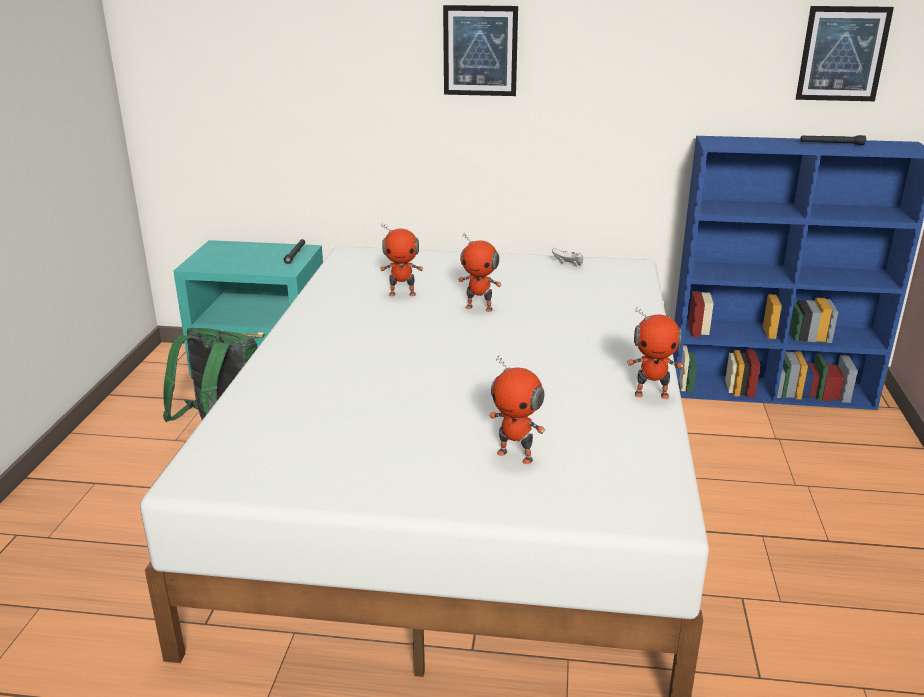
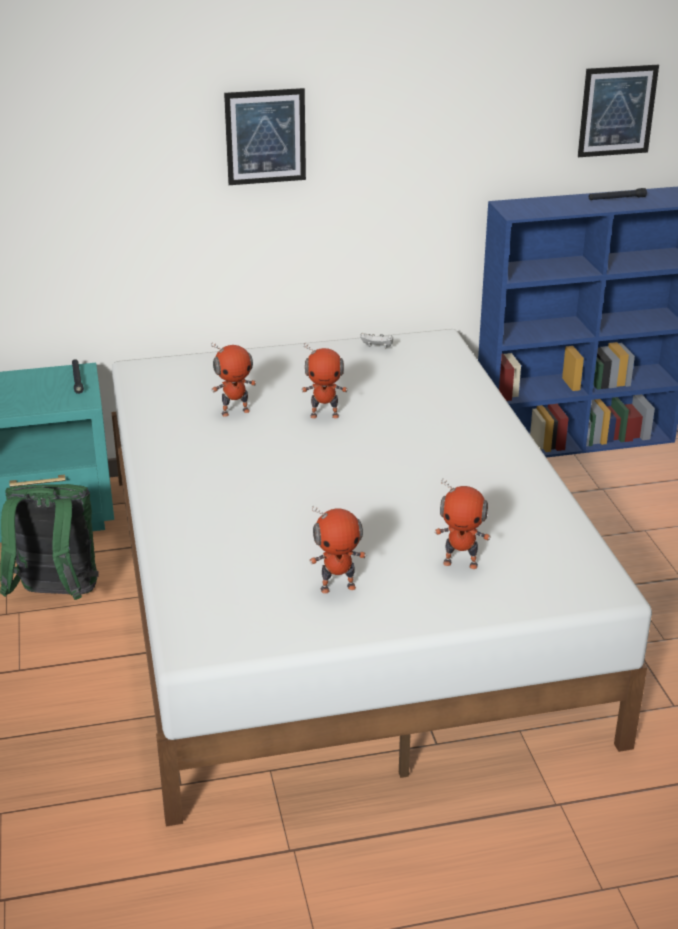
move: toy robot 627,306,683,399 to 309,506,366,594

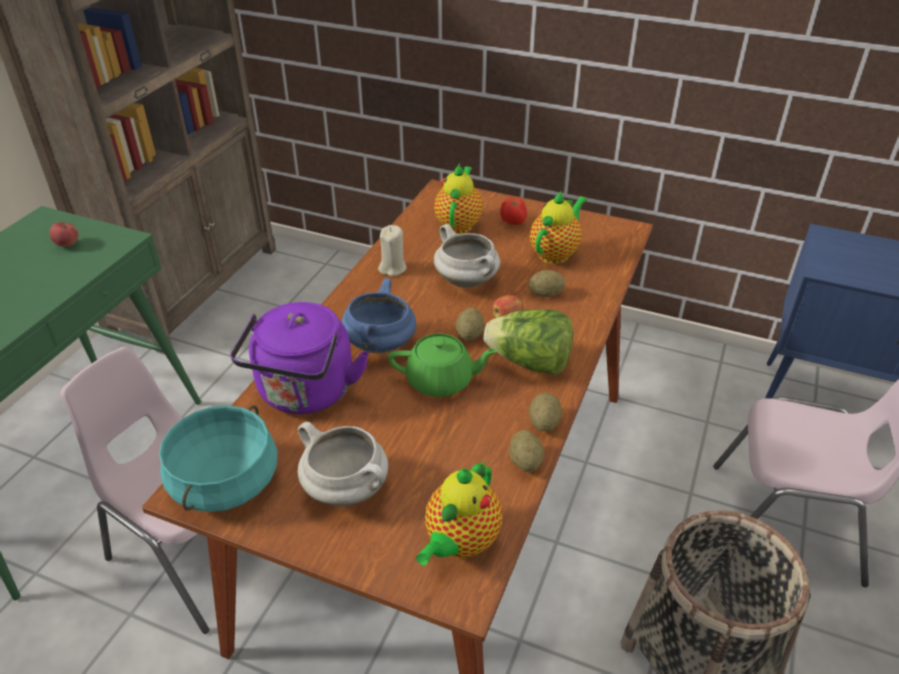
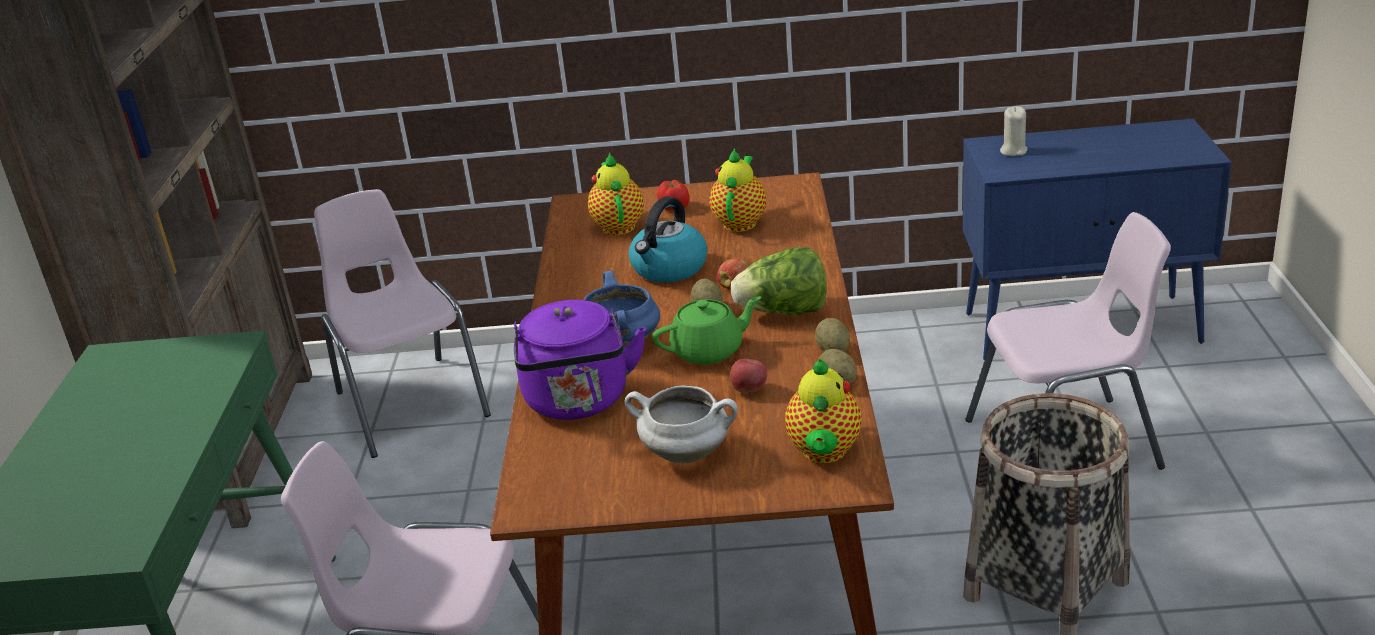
delete: cooking pot (turquoise) 159,405,278,512; potato 529,270,565,297
insert: chair (pink) 314,189,491,458
move: apple 50,222,78,247 to 730,359,767,393; candle (beige) 378,225,407,276 to 1000,106,1027,156
replace: cooking pot (white) 434,224,500,288 to kettle 629,197,708,283

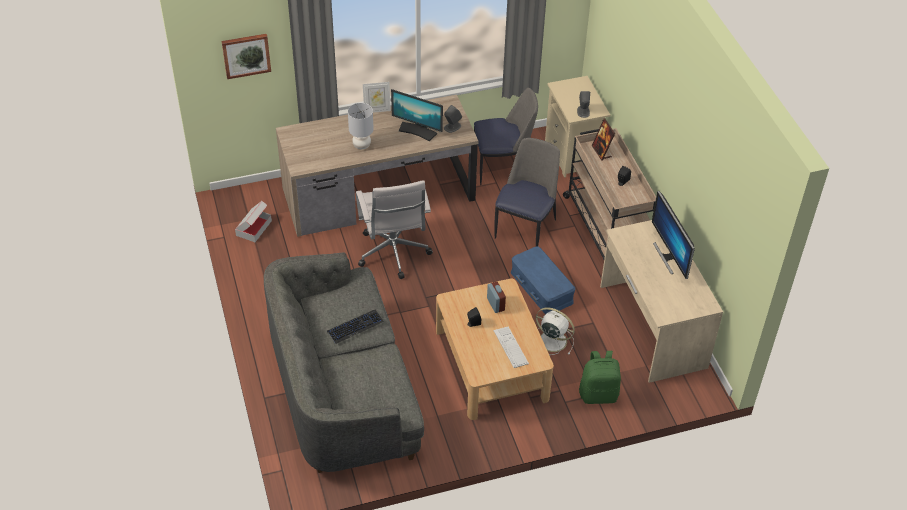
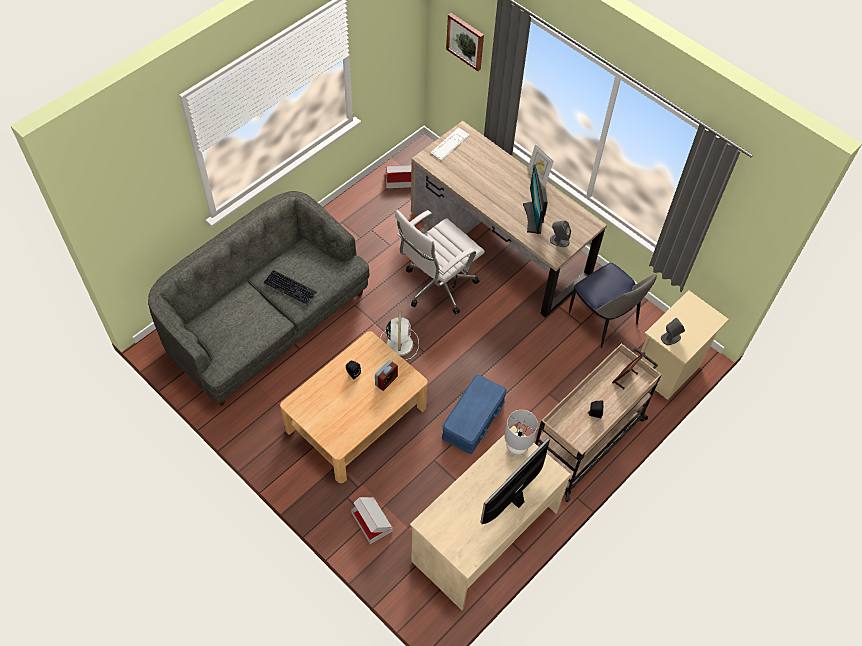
delete: chair 494,138,560,246
move: table lamp (grey) 348,103,374,149 to 505,410,538,456; keyboard 494,327,529,368 to 430,128,470,161; fan (white) 536,307,575,355 to 380,310,419,360
replace: backpack (green) 579,351,621,404 to cardboard box 351,497,393,544

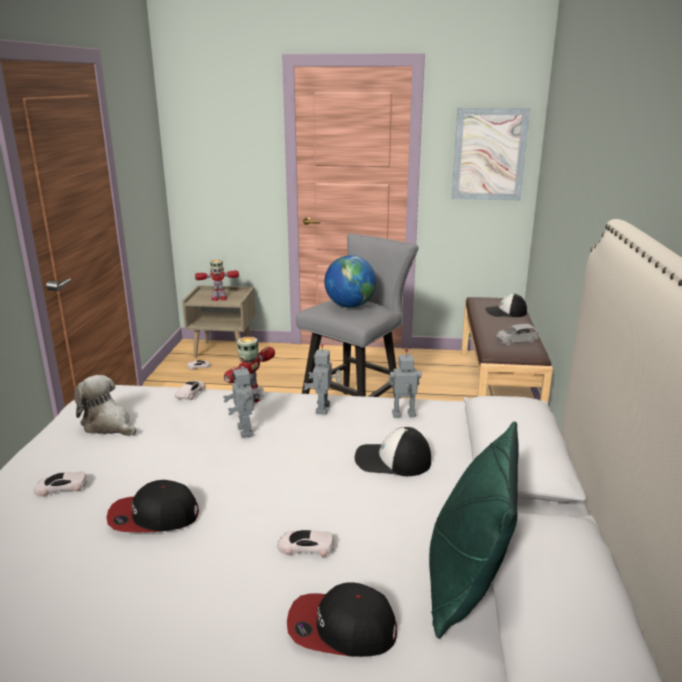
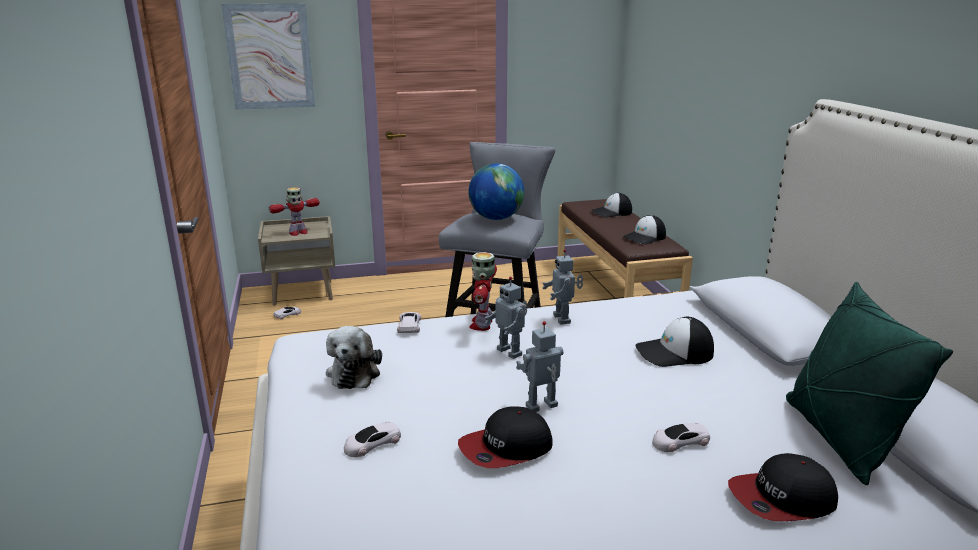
move: toy robot 389,349,422,418 to 516,321,563,412; picture 452,108,530,200 to 221,3,315,110
replace: toy car (grey) 496,324,538,346 to cap 622,215,666,244
rotate: plush toy 74,375,136,436 = 326,326,382,389 105 degrees counterclockwise

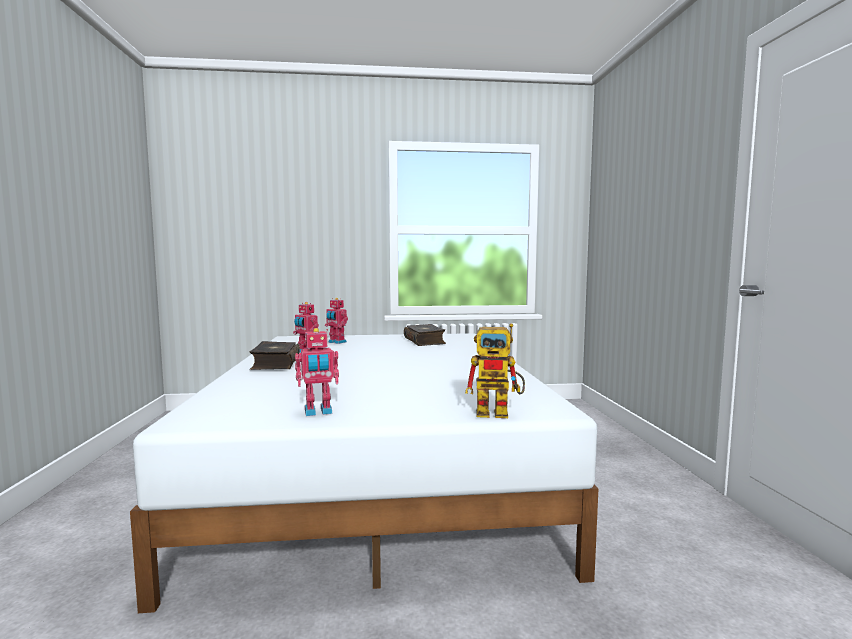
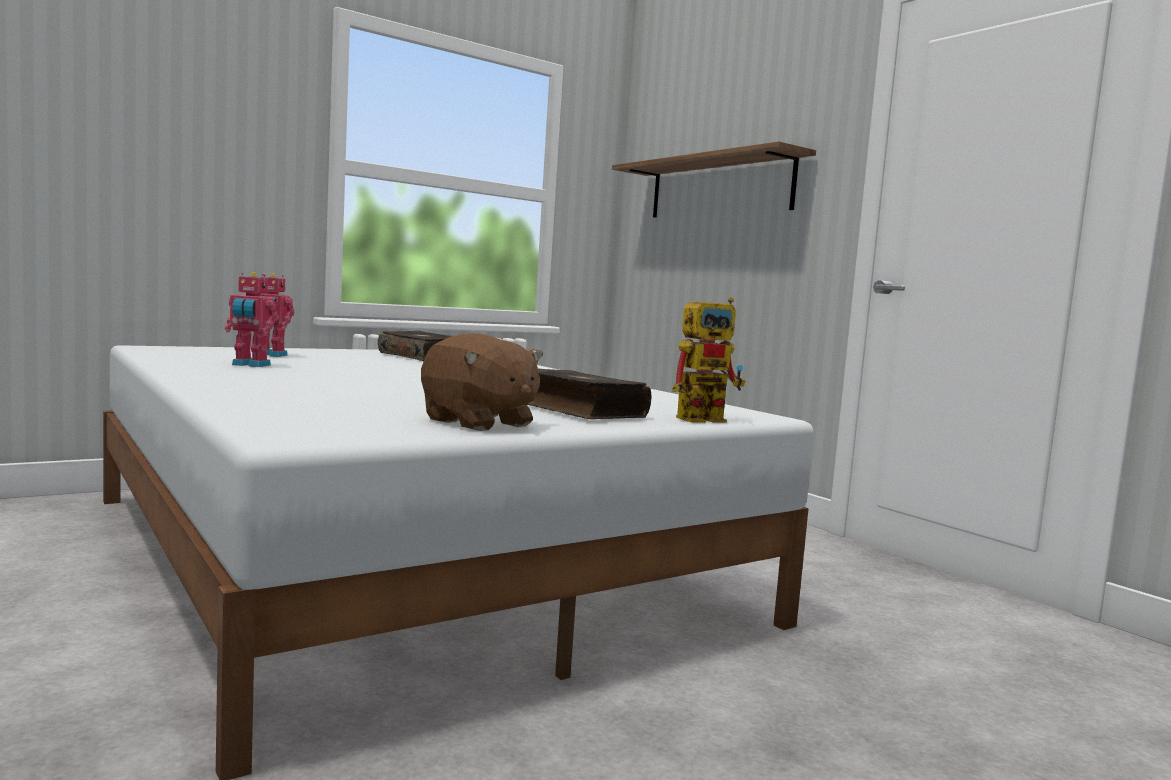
insert: shelf 612,141,816,218
move: book 250,341,300,370 to 527,368,652,419
replace: toy robot 295,328,339,416 to plush toy (brown) 421,333,543,431

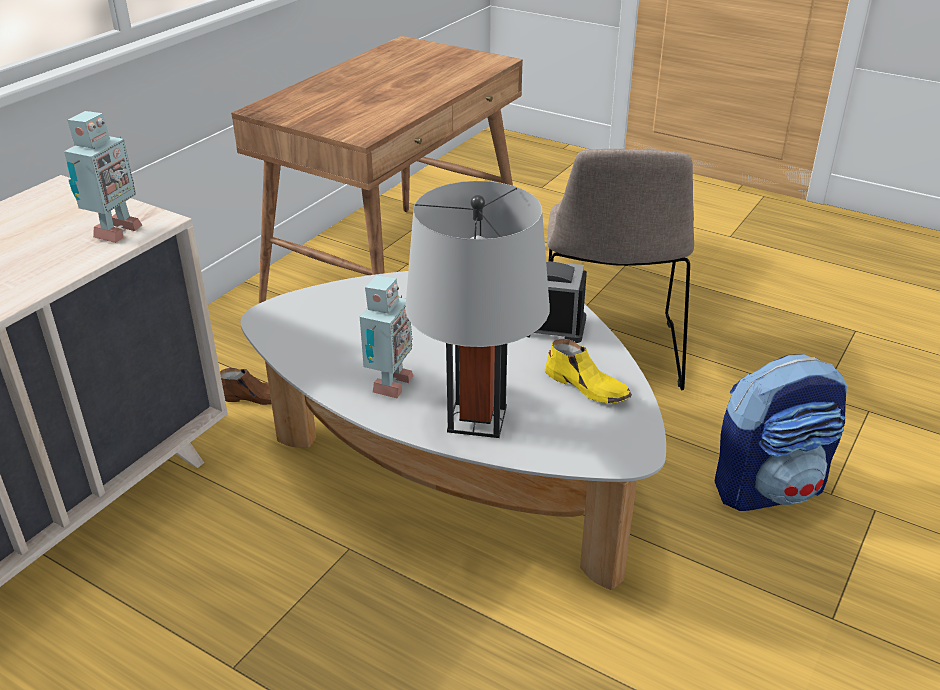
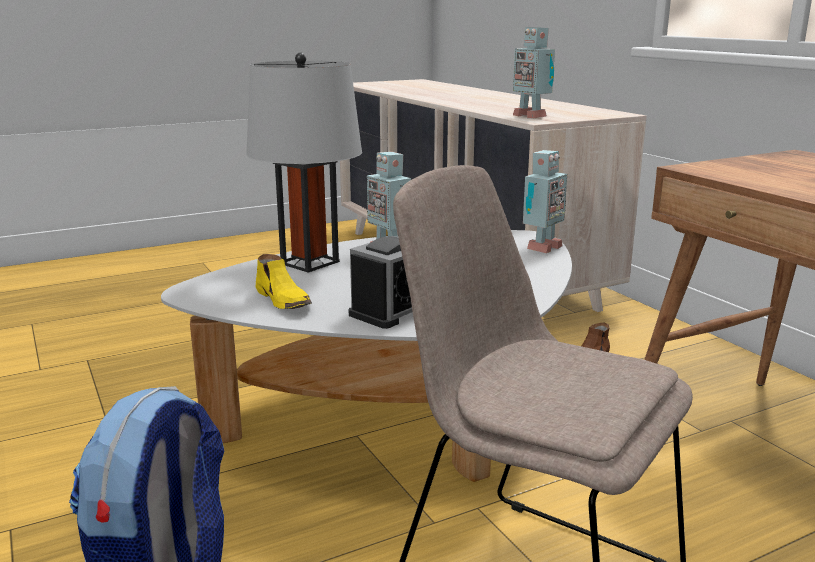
insert: toy robot 523,150,567,253
rotate: shoe (yellow) 545,339,632,403 = 256,254,312,309 105 degrees counterclockwise

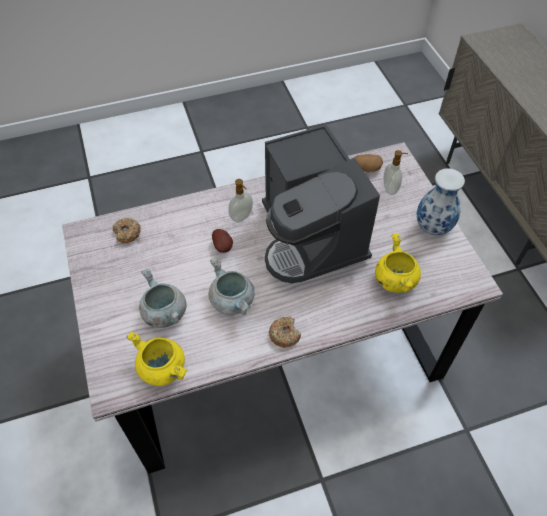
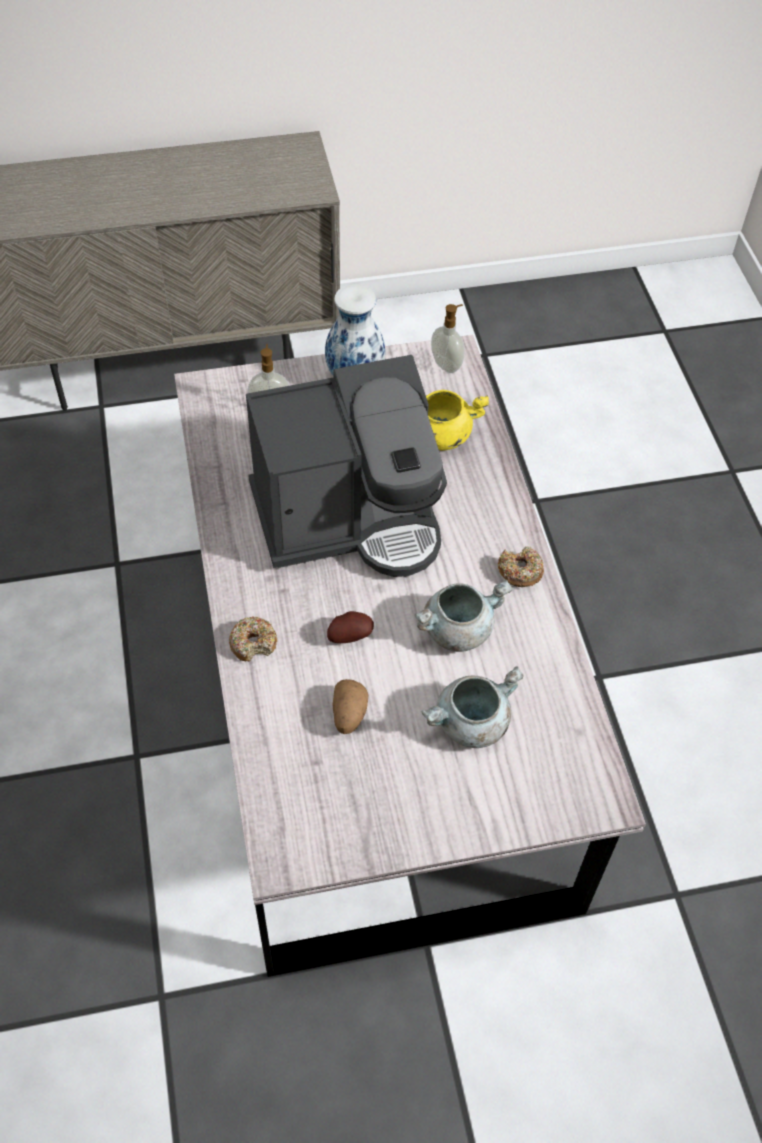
delete: cooking pot (yellow) 127,332,187,386
move: donut 112,218,141,243 to 229,617,277,661; soap dispenser 228,179,253,223 to 431,304,465,373; potato 354,154,383,172 to 332,679,368,734

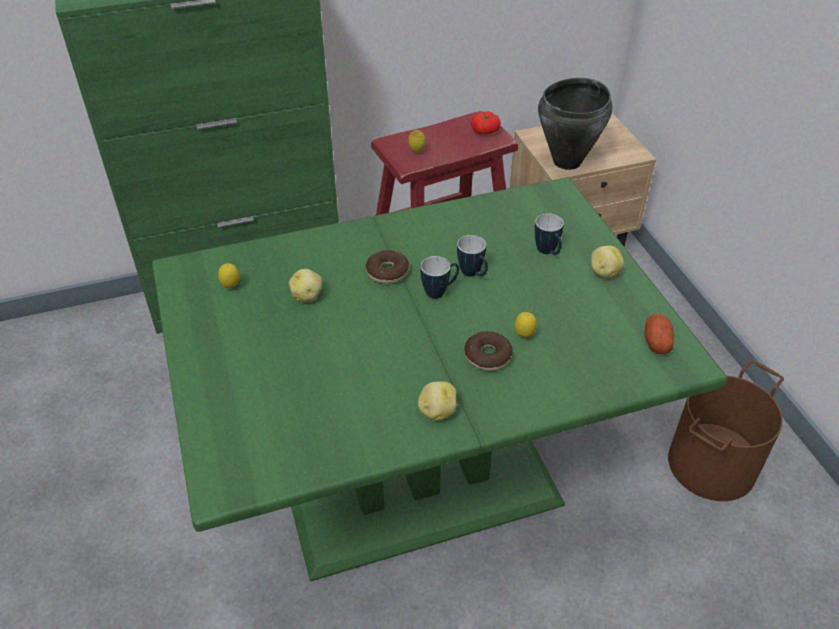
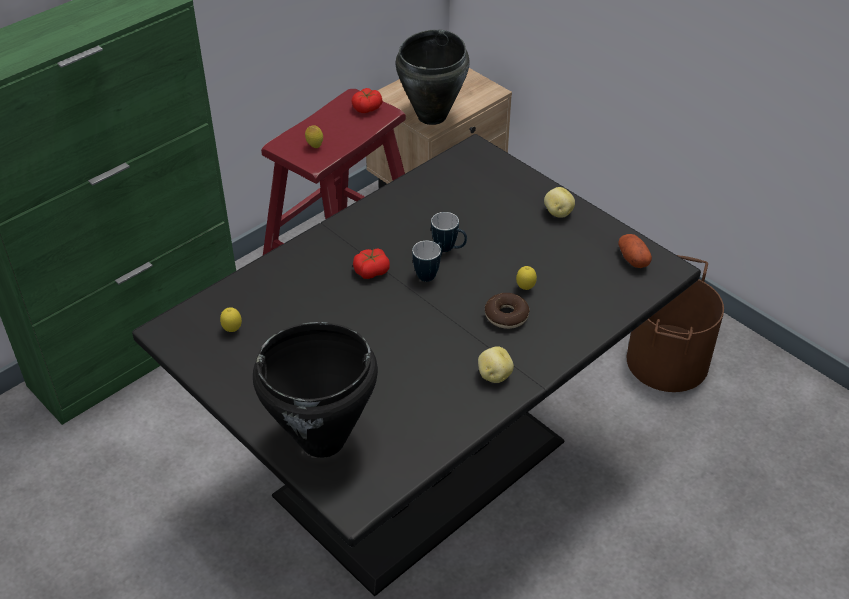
delete: potato 289,269,322,302; mug 535,213,564,255
insert: cooking pot (black) 253,322,378,458
replace: donut 366,250,409,284 to tomato 353,248,390,279
recolor: dining table (green) 152,177,727,581 to dining table (black) 132,134,701,596

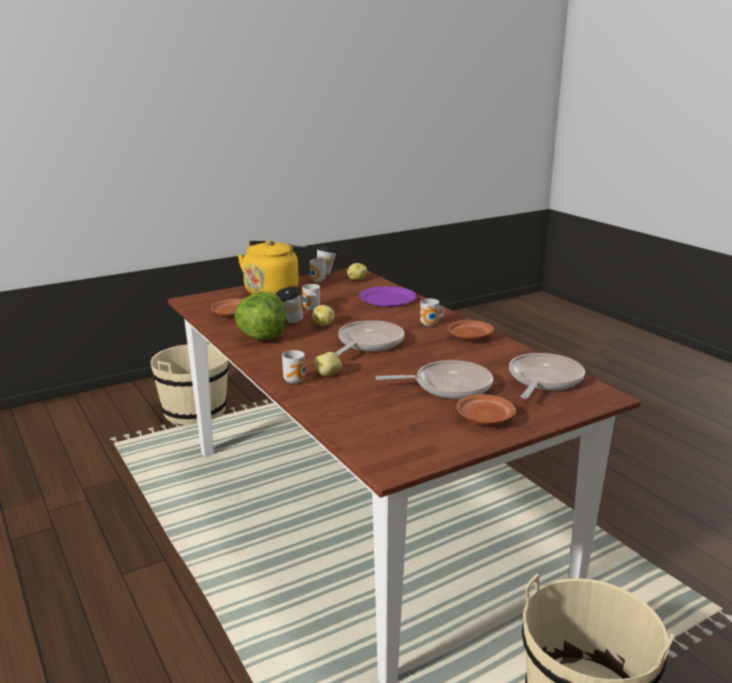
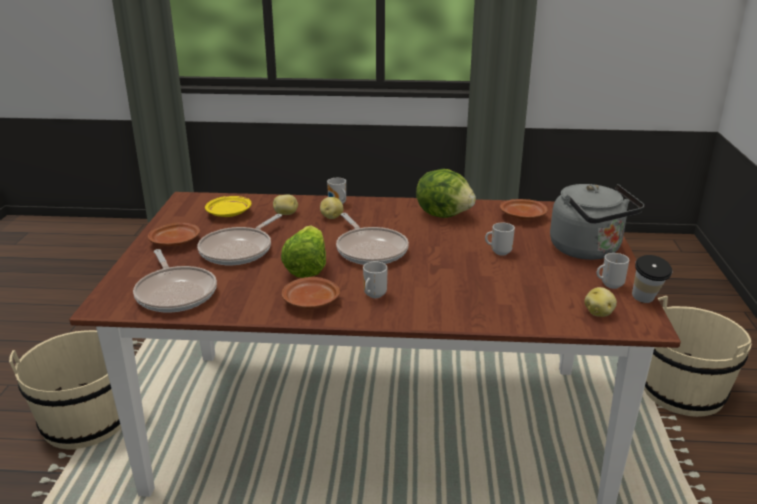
delete: cup 276,287,303,323; plate (purple) 359,286,417,307
insert: plate (yellow) 205,196,251,217; lettuce 281,226,326,278
move: potato 312,305,335,326 to 273,194,298,215
recolor: kettle (yellow) 238,240,307,295 to kettle (grey) 550,184,644,260

